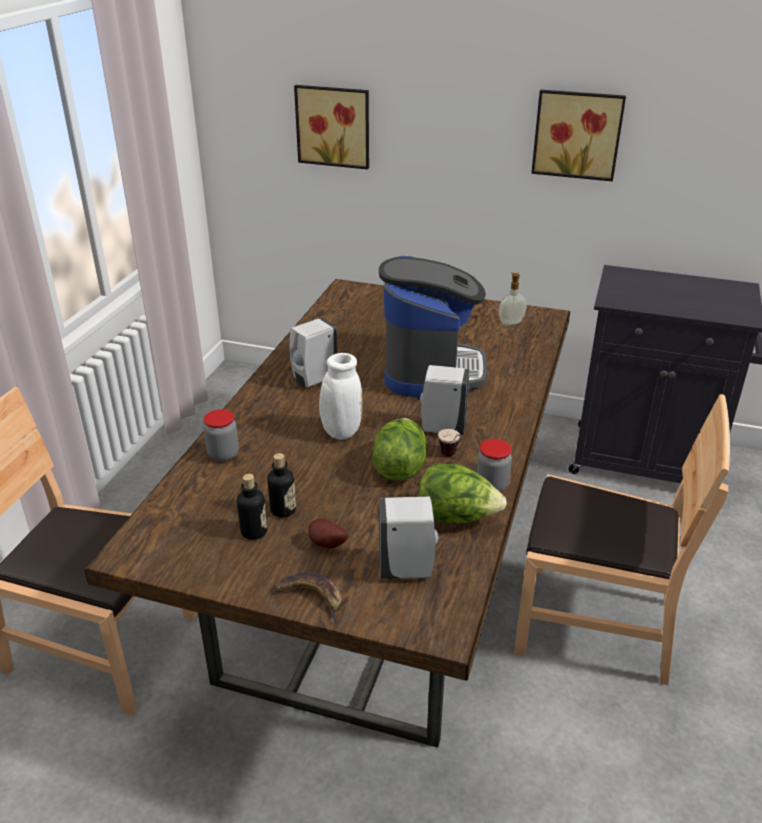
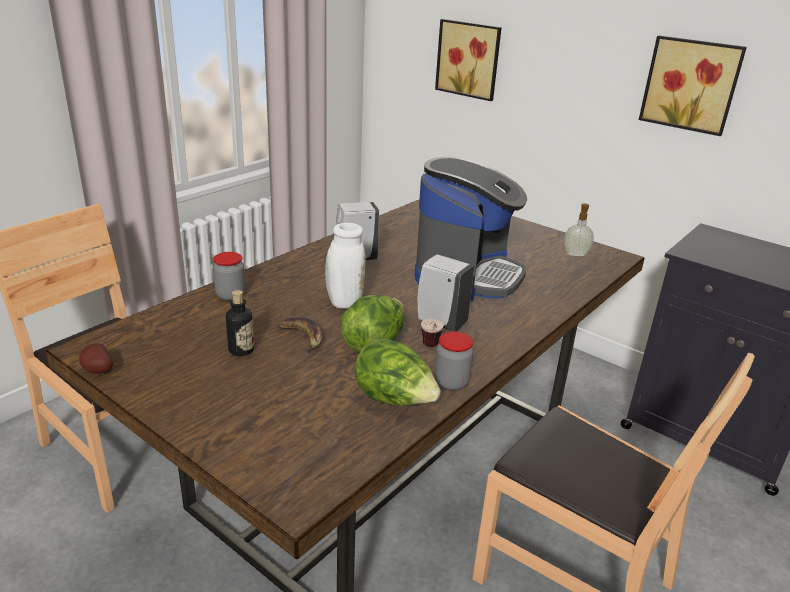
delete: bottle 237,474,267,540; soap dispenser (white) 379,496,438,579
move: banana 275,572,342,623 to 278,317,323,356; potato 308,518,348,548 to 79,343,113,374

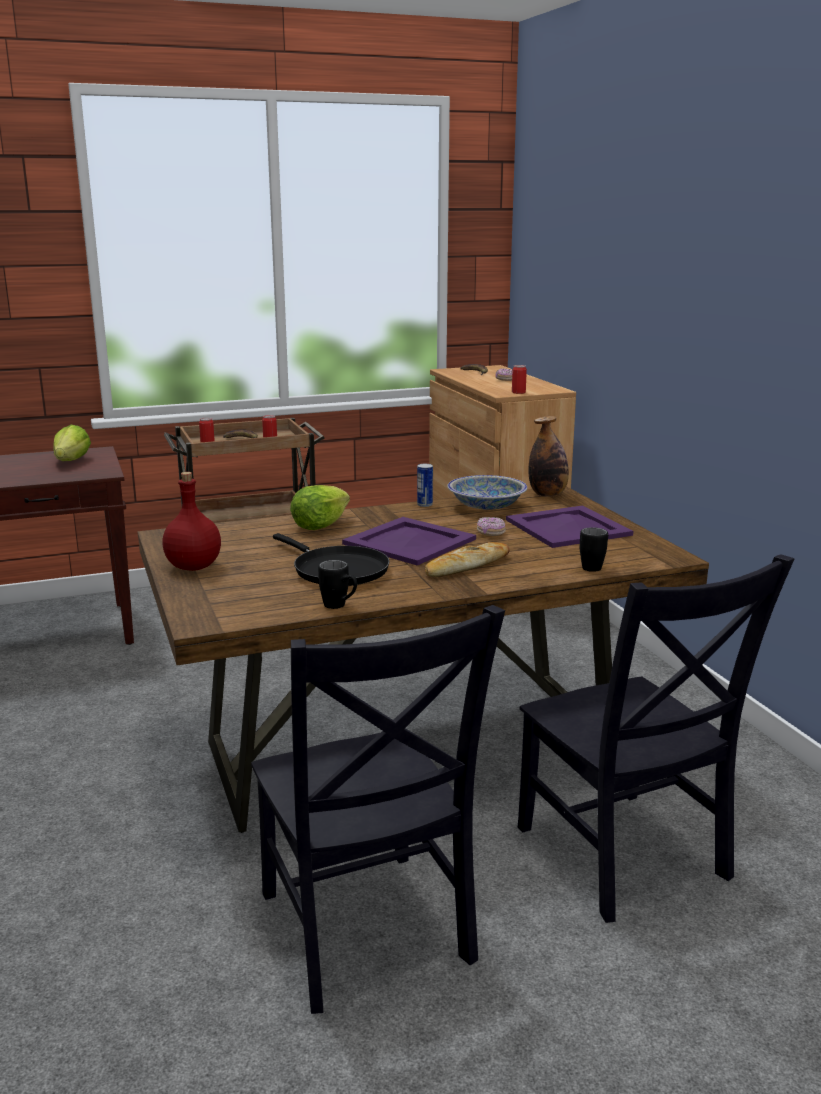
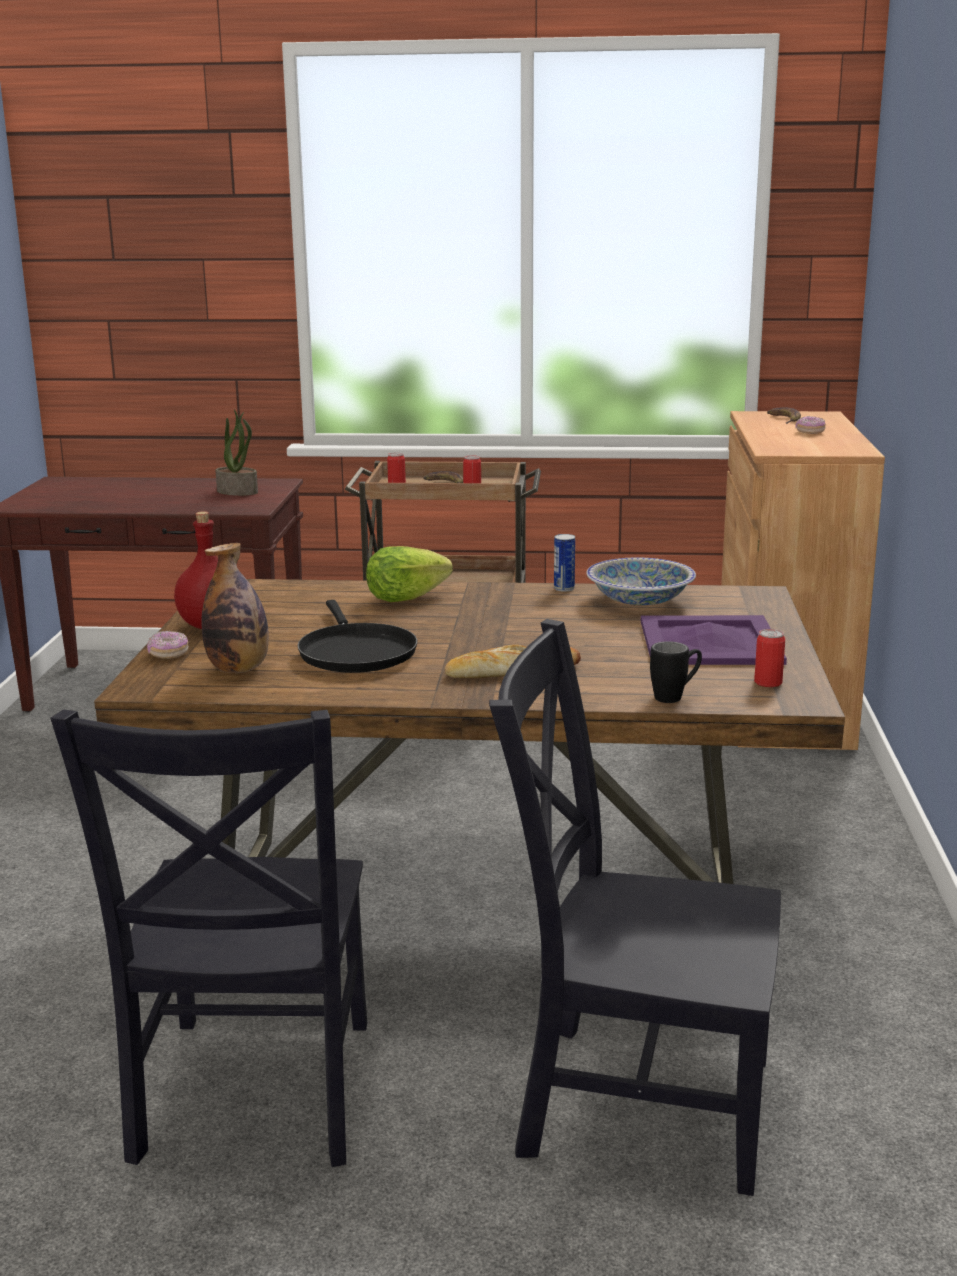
delete: mug (black) 318,560,357,609; tray (purple) 342,517,476,566
move: donut 477,517,506,536 to 147,631,189,659; can 512,365,527,394 to 754,629,785,687; bottle 528,416,569,496 to 201,543,269,673
replace: lettuce 53,425,91,461 to potted plant 215,409,258,496
rotate: chair (black) 518,554,795,923 = 489,619,781,1196 105 degrees clockwise

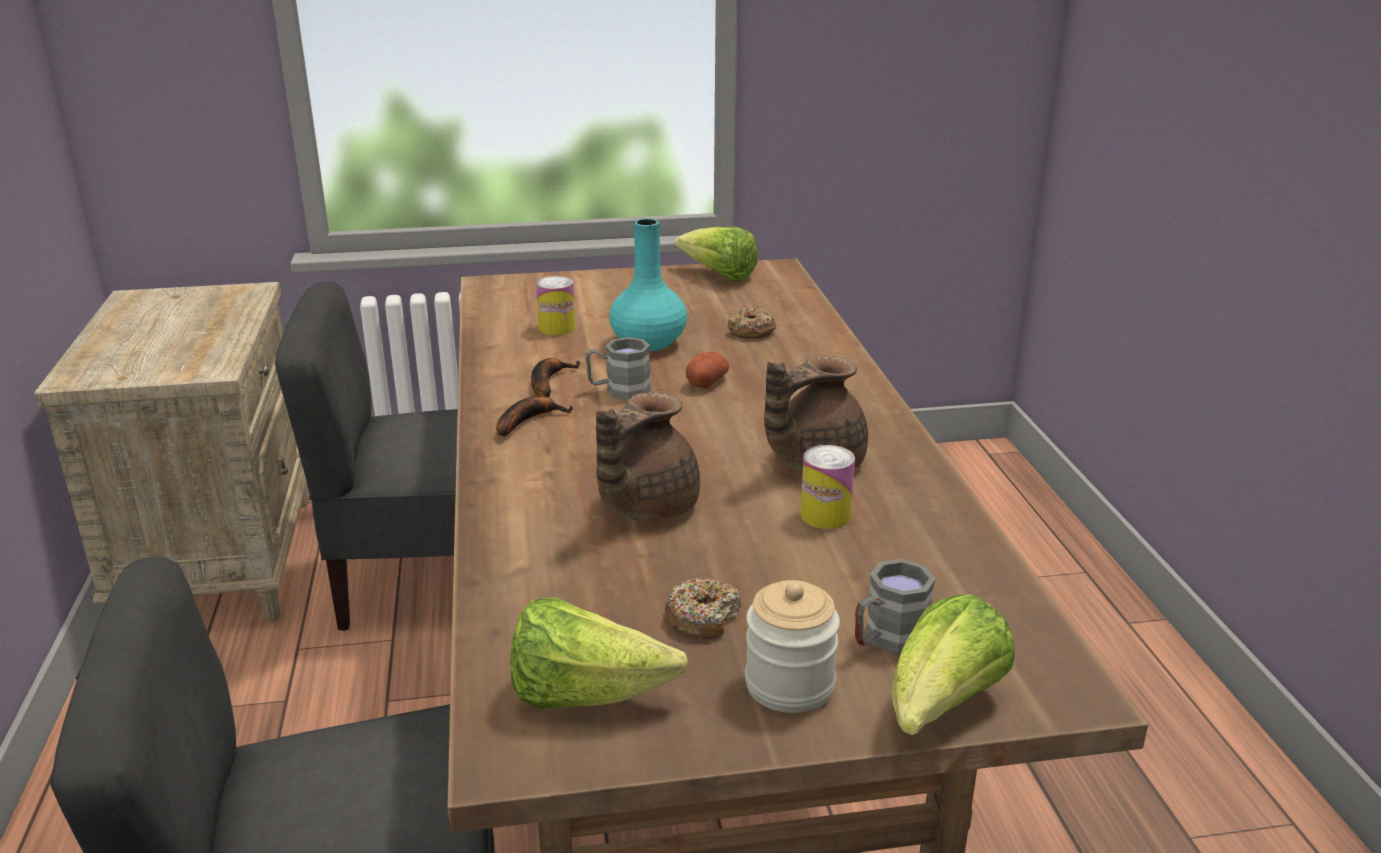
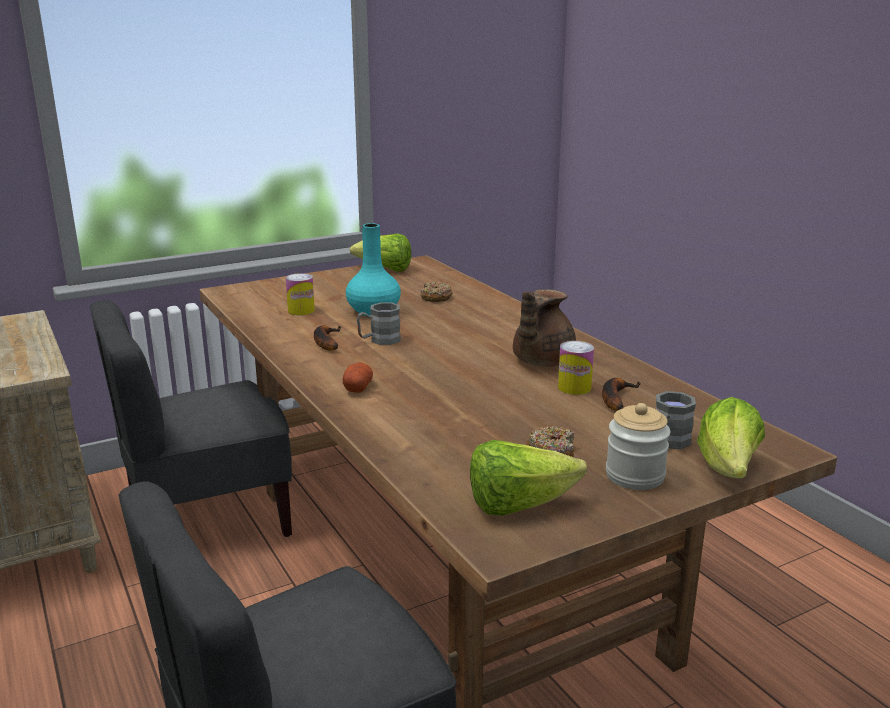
delete: teapot (brown) 596,392,700,522
move: banana 496,396,573,437 to 602,378,641,411; potato 686,352,729,388 to 343,362,373,393

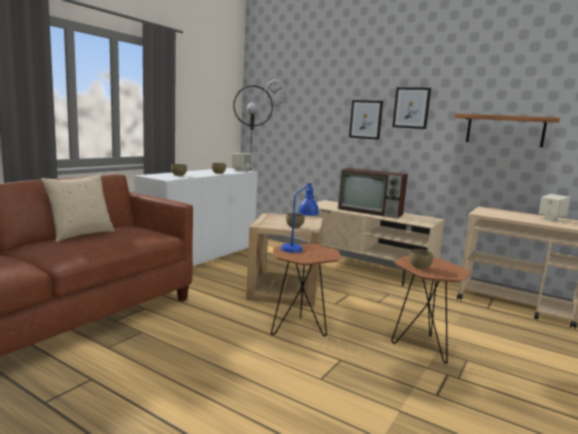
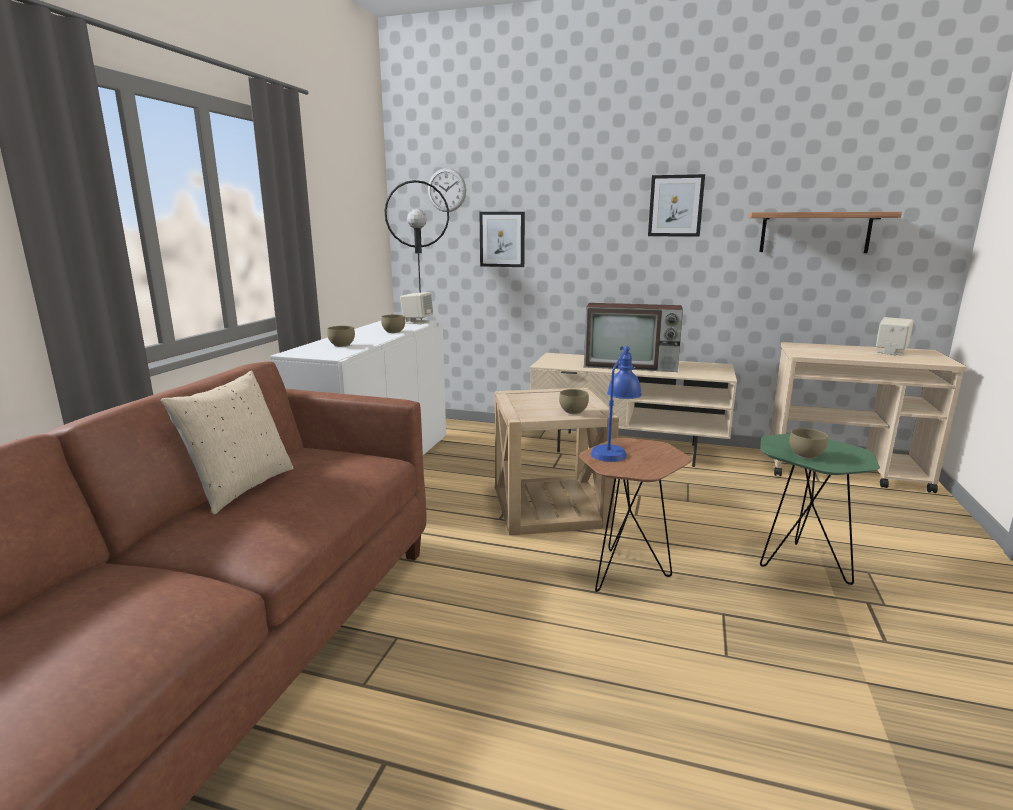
move: picture 349,100,383,140 to 479,212,525,267
recolor: side table (brown) 391,255,471,364 to side table (green) 760,433,880,585

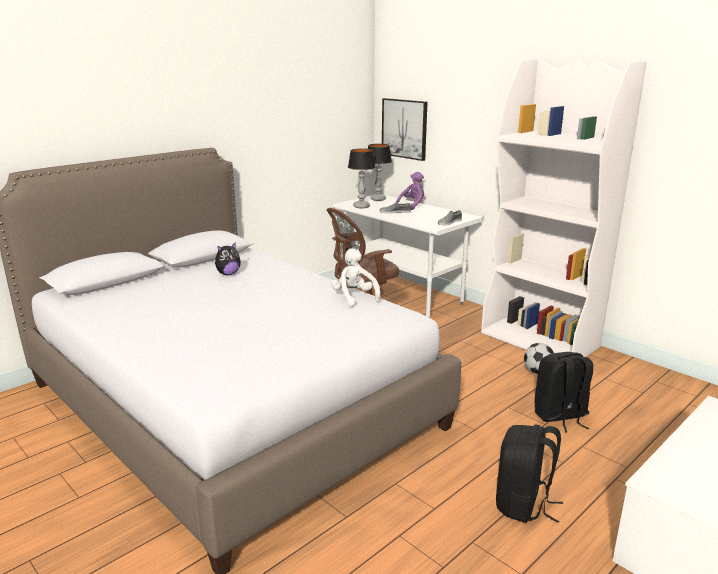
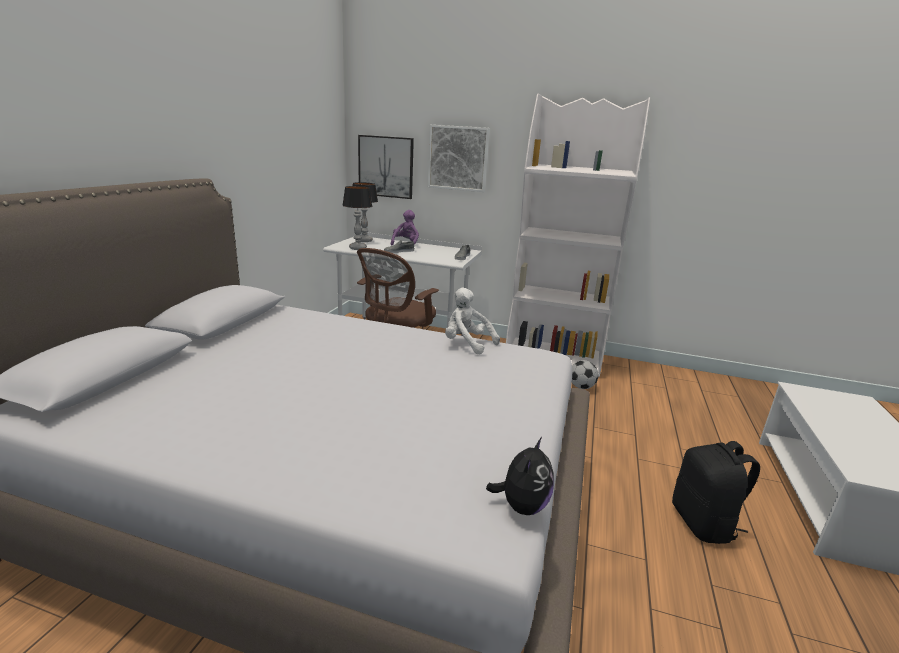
delete: backpack (black) 535,352,593,433
insert: picture 428,125,490,192
move: plush toy 215,242,241,275 to 486,437,554,515

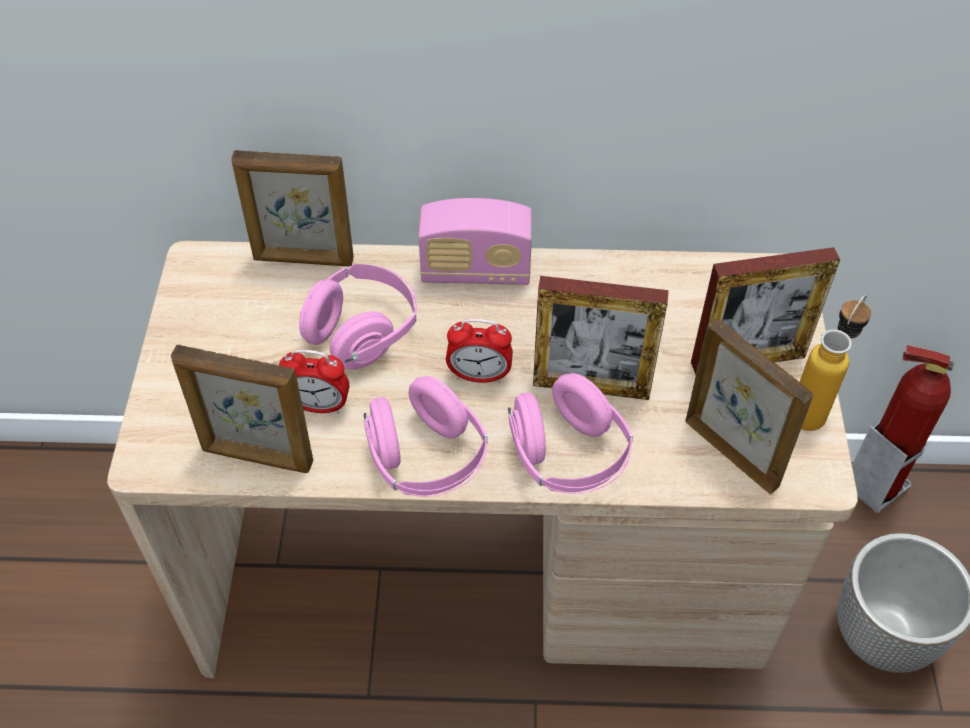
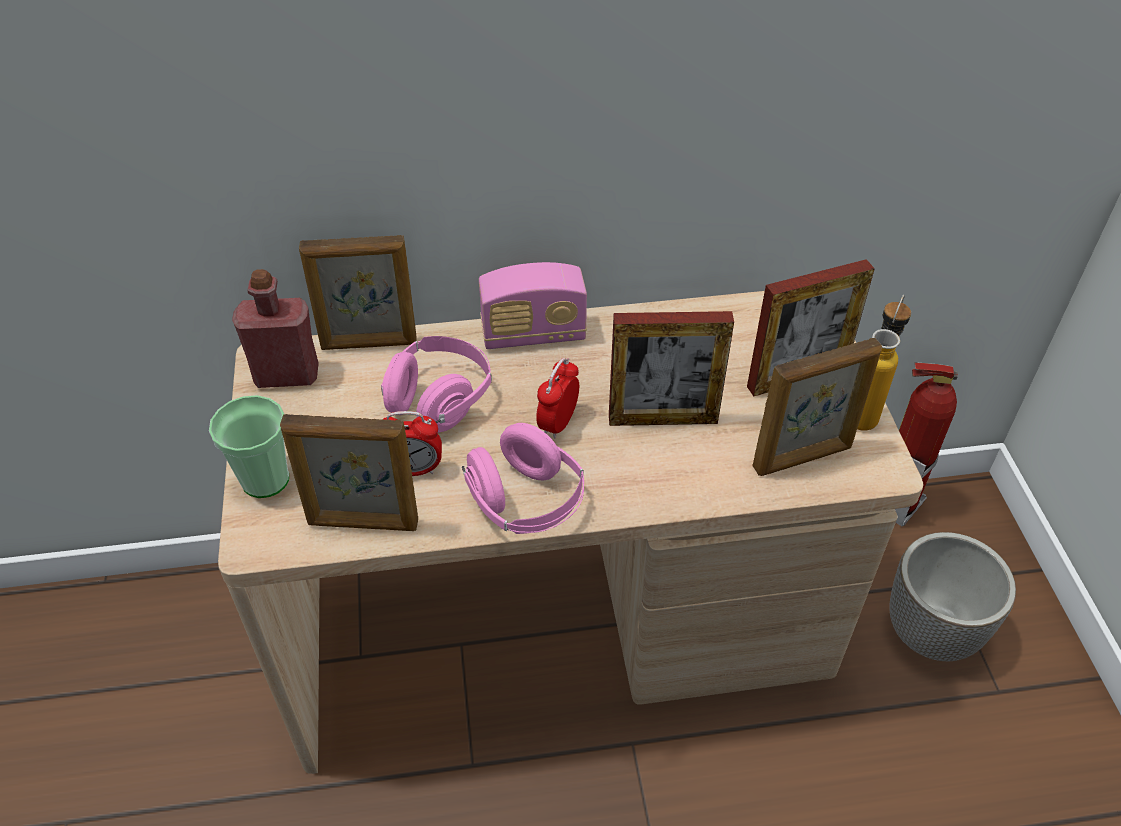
delete: headphones (pink) 508,373,633,494
insert: cup 209,395,289,498; bottle (red) 232,269,319,388
rotate: alarm clock 446,319,513,383 = 536,358,579,439 120 degrees clockwise; picture frame 685,320,813,495 = 753,338,882,476 120 degrees clockwise

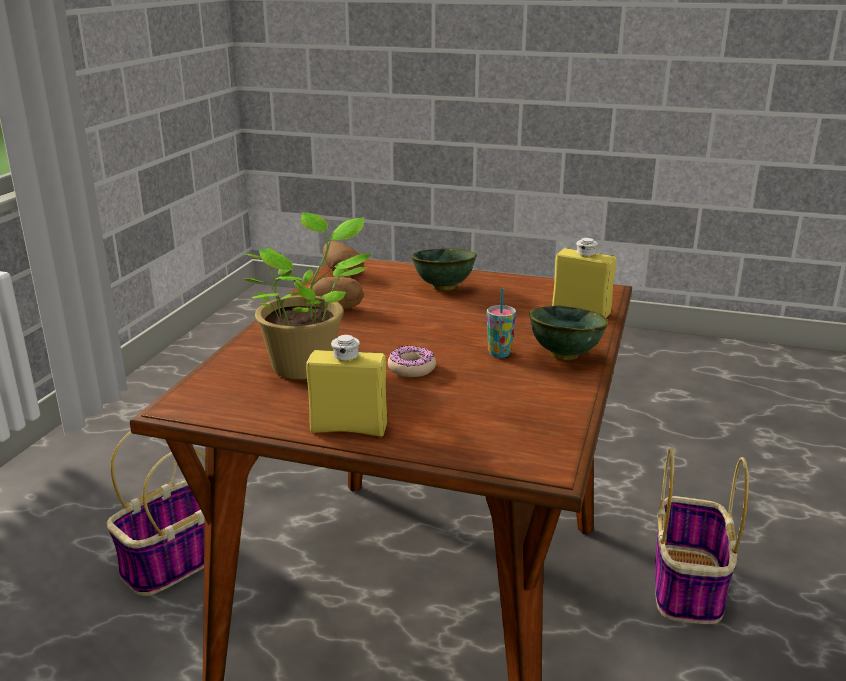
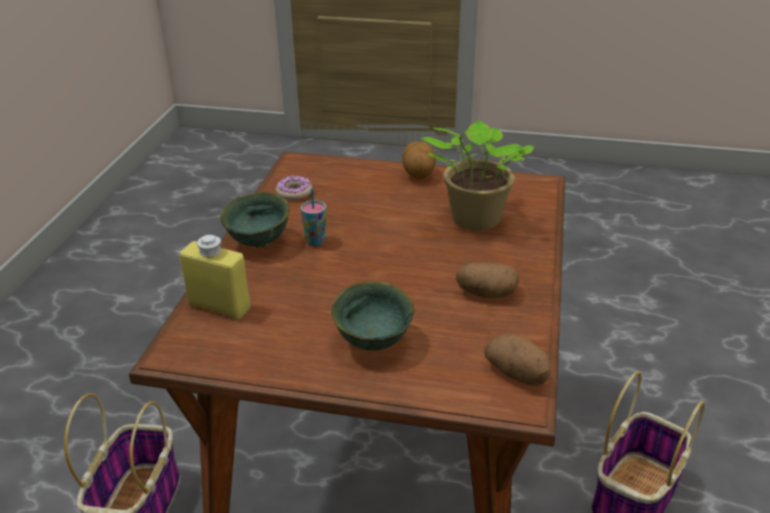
move: donut 388,346,436,377 to 276,176,312,201
replace: bottle (yellow) 306,335,387,437 to potato 402,141,436,179

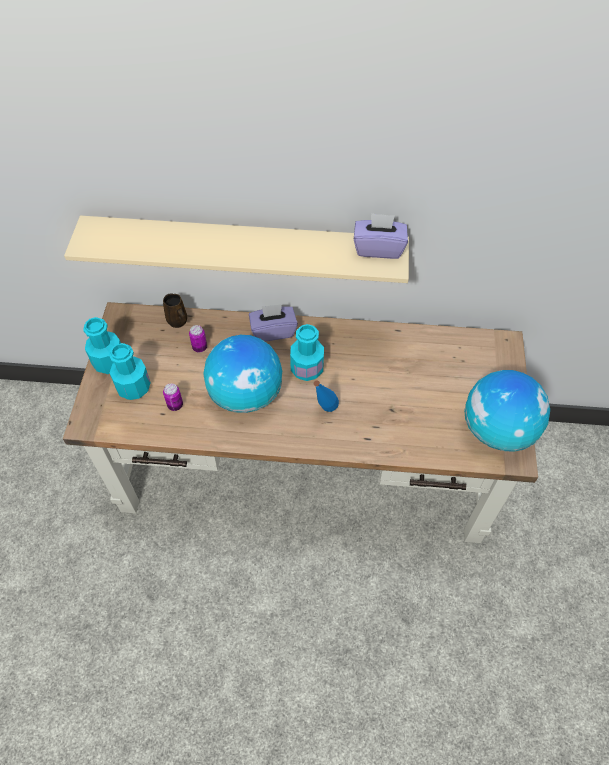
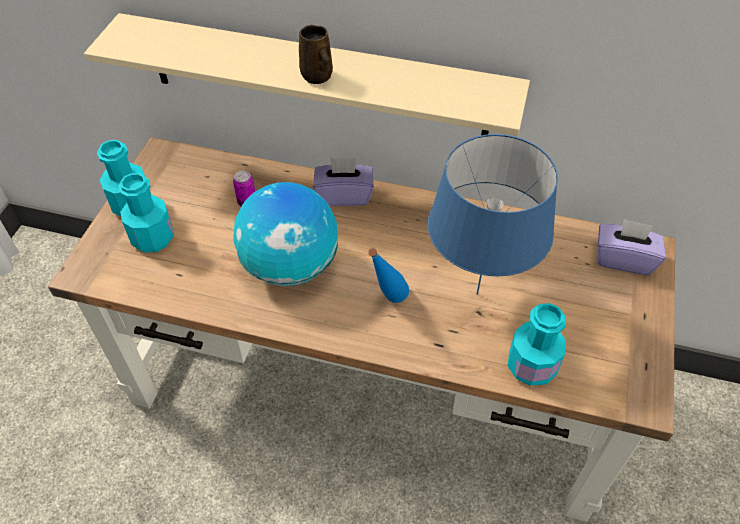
delete: can 163,383,183,411; globe 464,370,550,452
insert: table lamp (blue) 428,134,558,295
move: mug (brown) 163,294,187,328 to 299,25,333,84; bottle (turquoise) 290,324,324,381 to 508,303,566,386; tissue box (purple) 354,213,408,259 to 597,219,666,275

